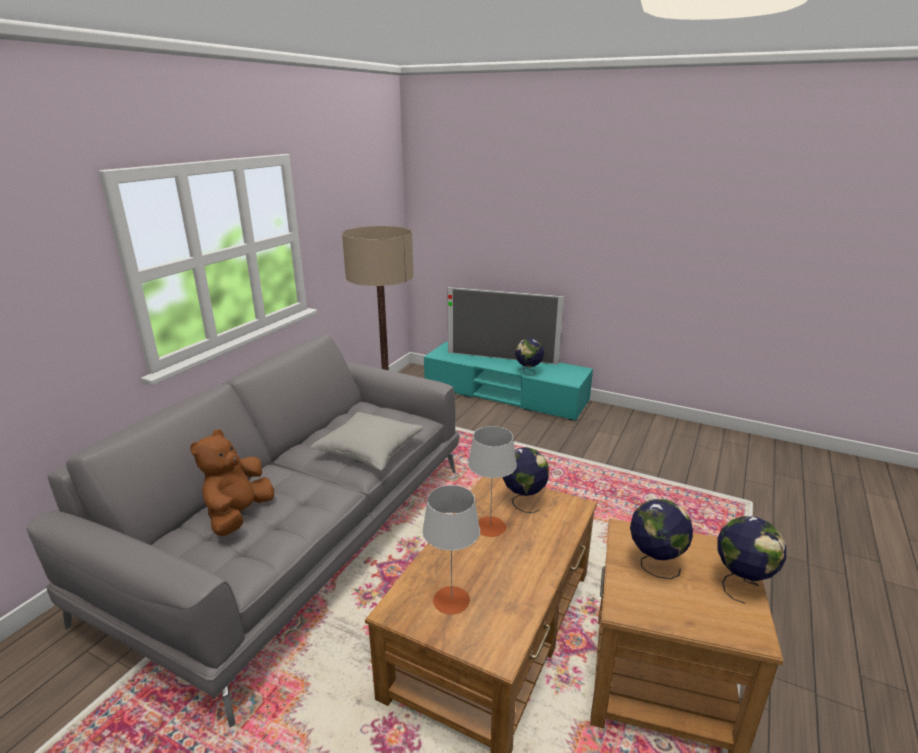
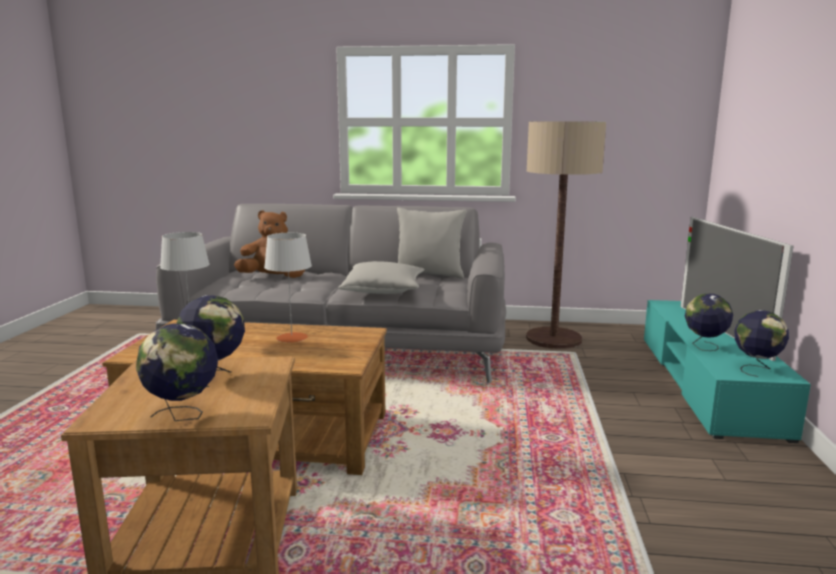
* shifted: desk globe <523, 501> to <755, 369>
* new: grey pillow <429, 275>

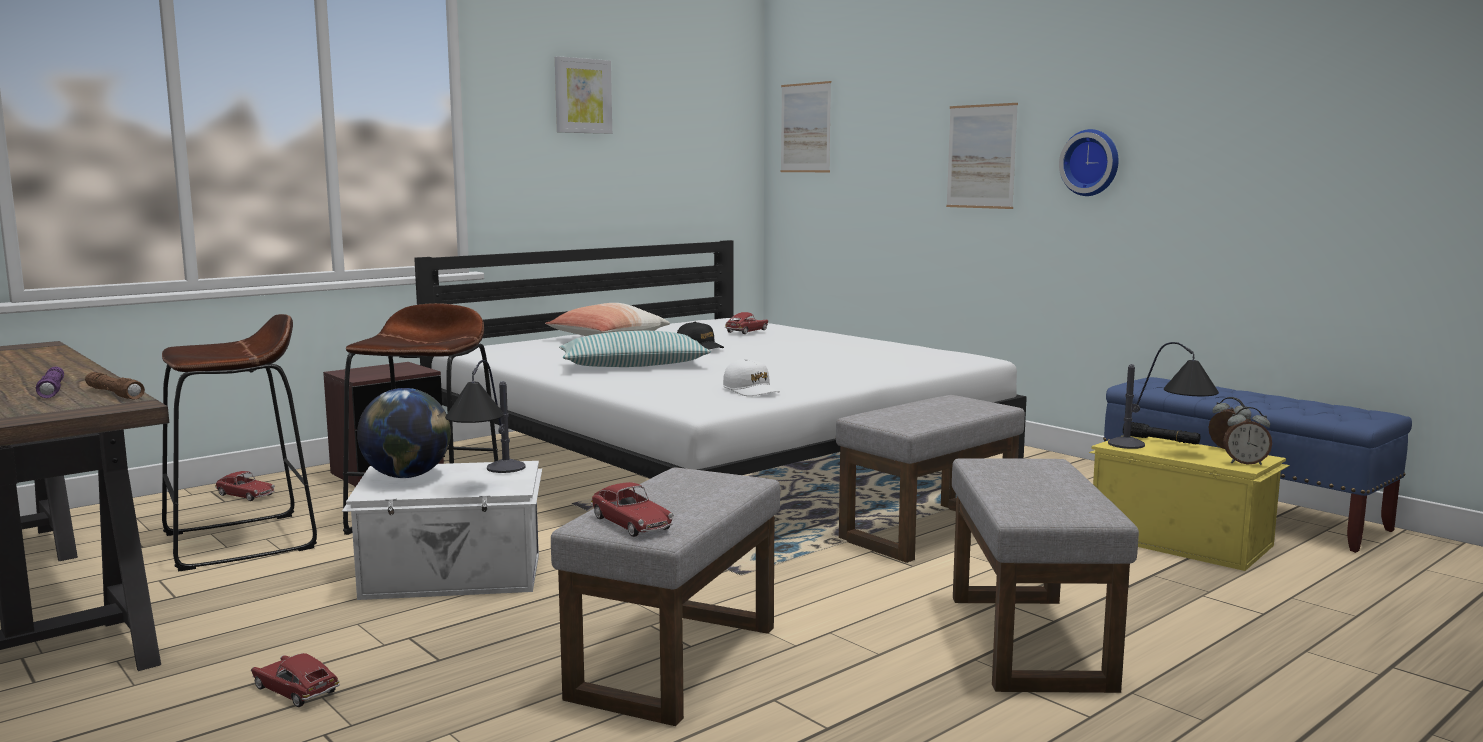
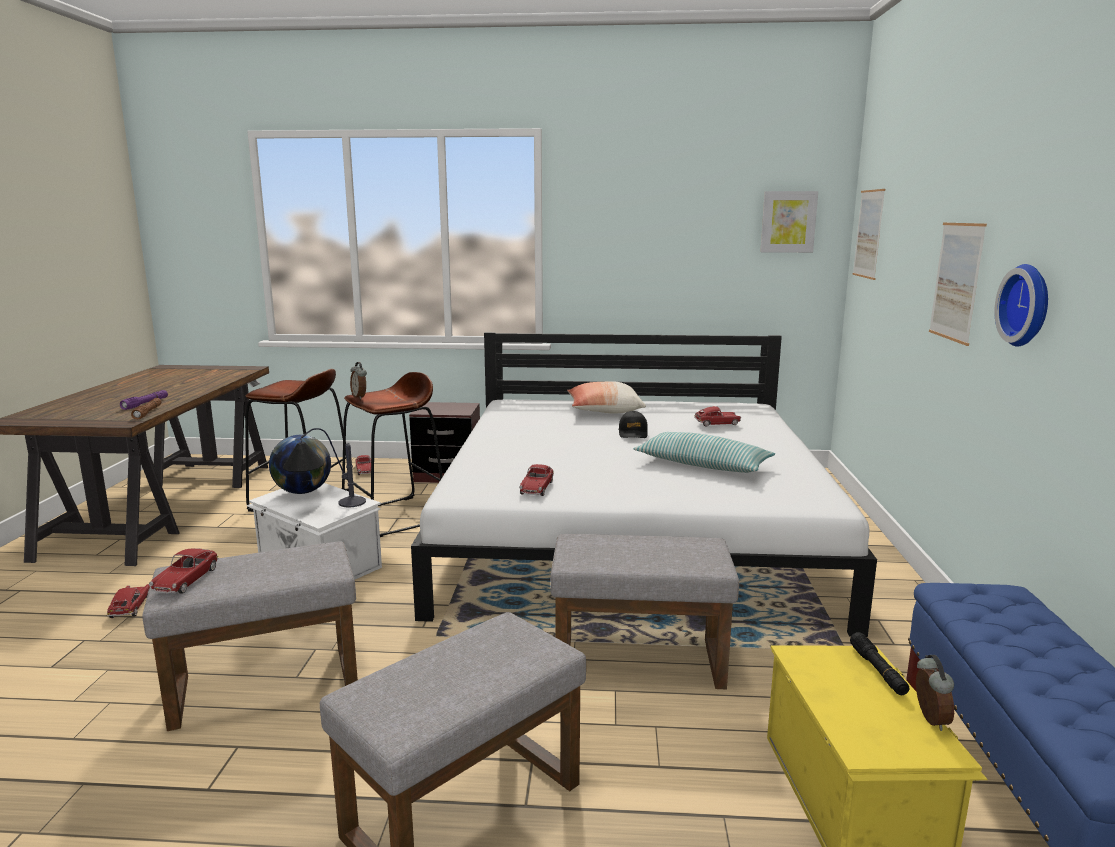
* shifted: wall picture <582, 96> to <788, 222>
* shifted: pillow <633, 366> to <702, 465>
* gone: table lamp <1163, 449>
* swapped: white-coloured cap <751, 390> to miniature car <537, 488>
* shifted: bedside clock <1245, 463> to <360, 397>

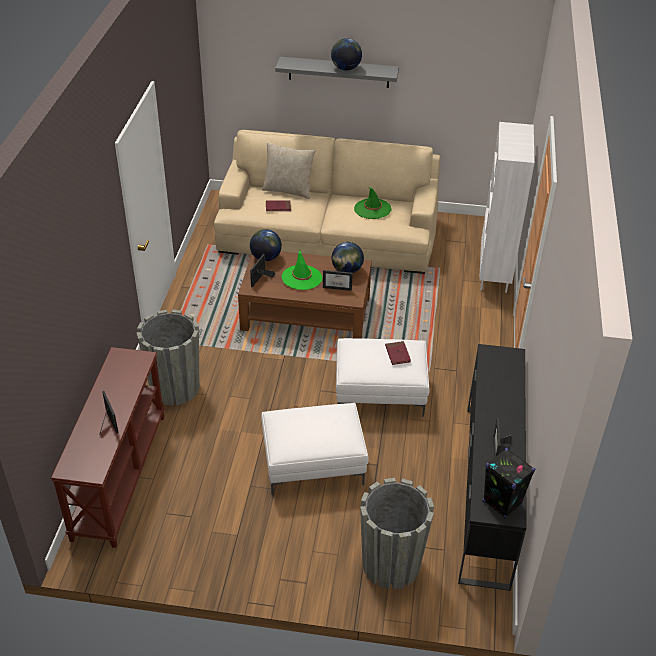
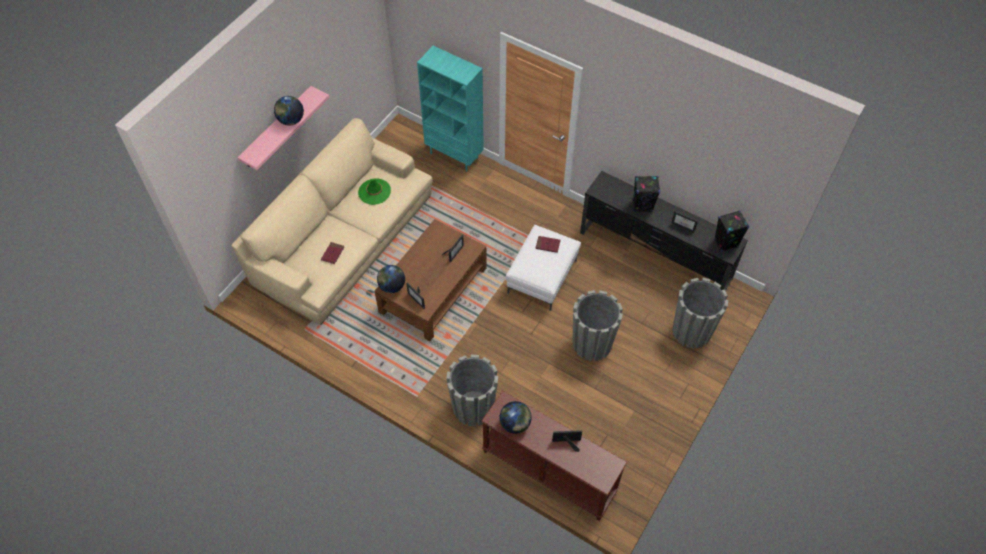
* repainted: grey shelf <338, 72> to pink-coloured shelf <277, 128>
* repainted: white-coloured bookcase <494, 274> to blue-green bookcase <455, 155>
* gone: beige pillow <288, 190>
* shifted: desk globe <347, 270> to <515, 424>
* gone: green wearable hat <302, 277>
* swapped: white-coloured footrest <312, 465> to grey planter <592, 343>
* new: black speaker <642, 205>

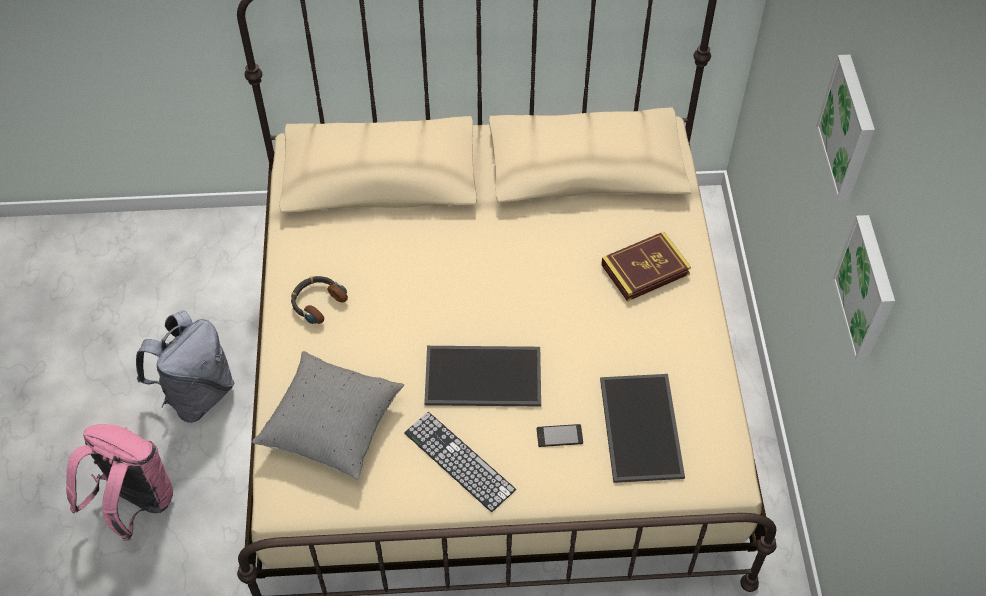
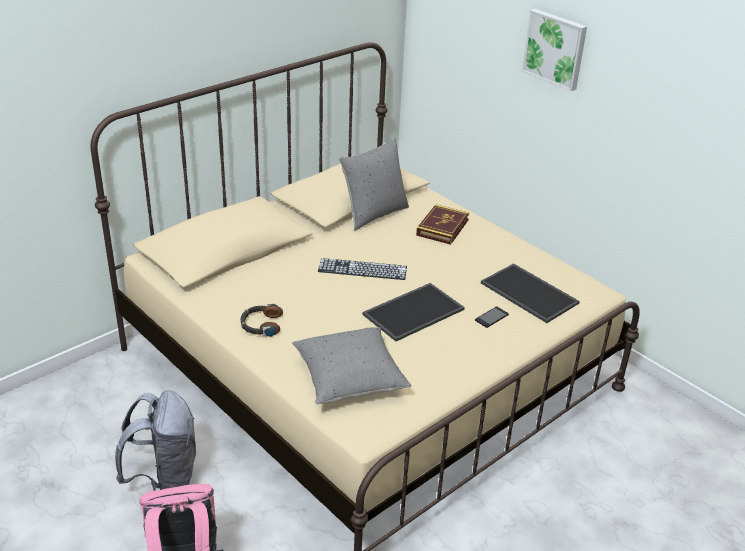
* gone: wall picture <868, 288>
* shifted: computer keyboard <459, 461> to <362, 269>
* new: grey pillow <374, 214>

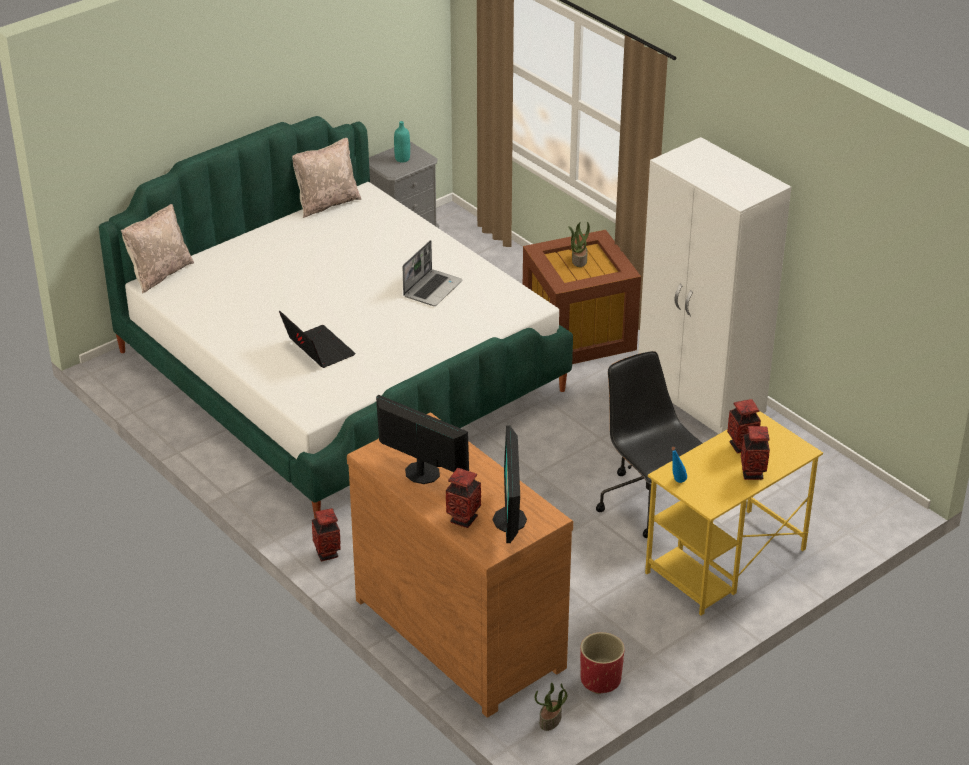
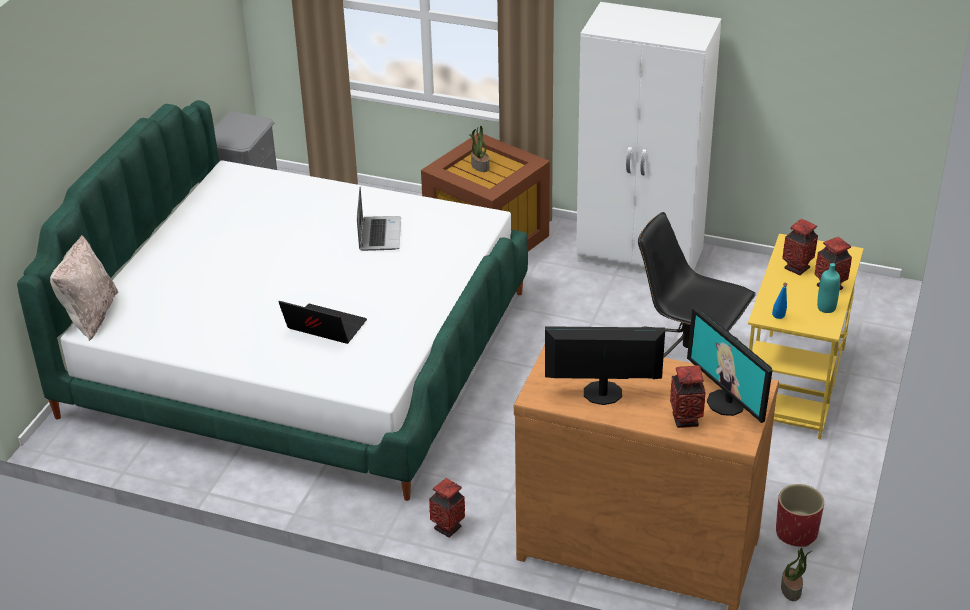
* shifted: blue-green beverage bottle <402, 159> to <826, 308>
* gone: beige pillow <327, 203>

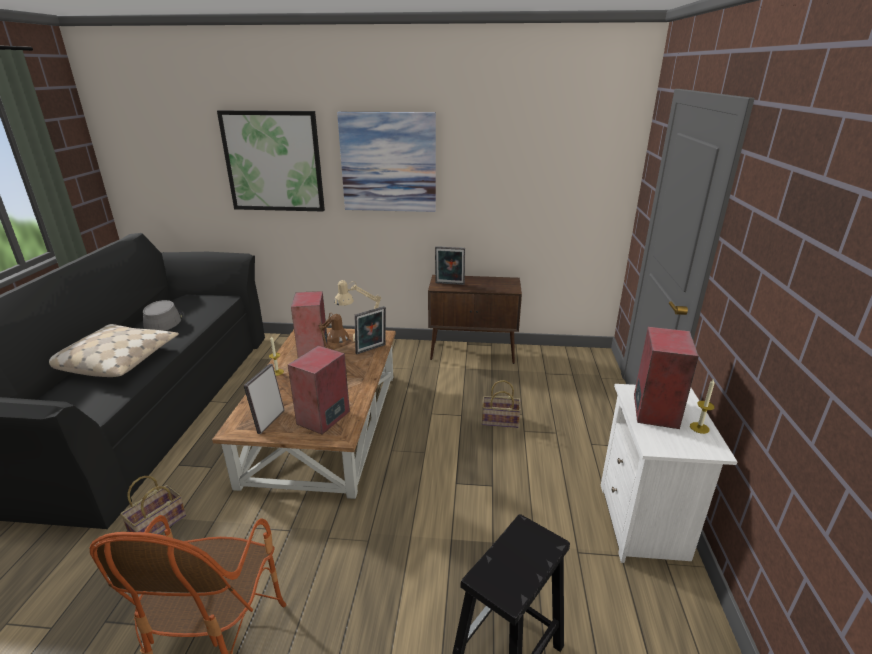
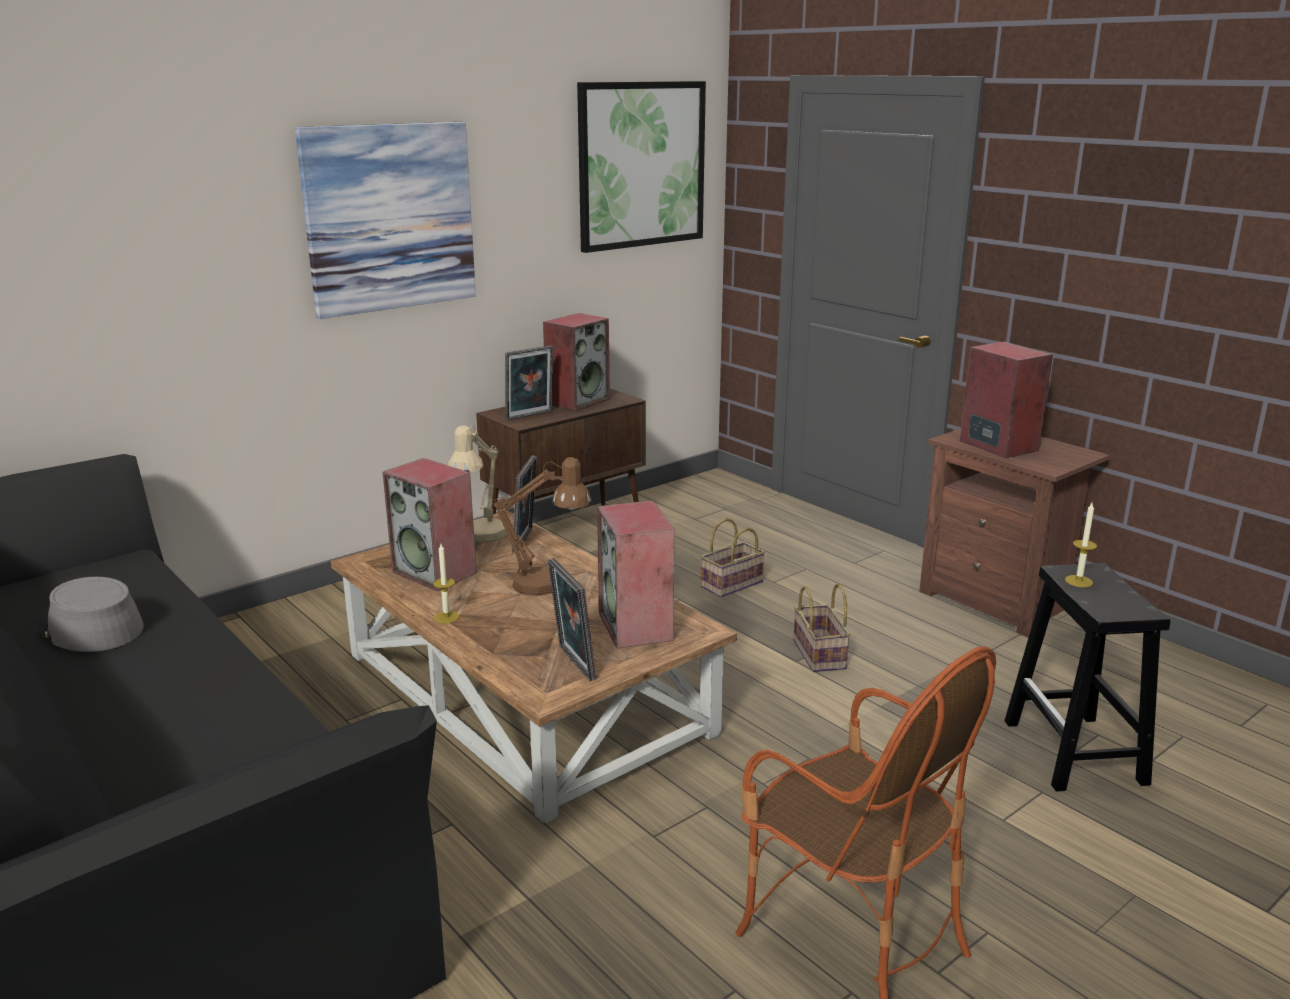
* shifted: wall picture <273, 162> to <641, 165>
* gone: beige pillow <117, 360>
* shifted: wax candle <699, 428> to <1078, 581>
* repainted: white-coloured night table <644, 523> to brown night table <998, 601>
* shifted: basket <157, 526> to <821, 655>
* new: speaker <578, 401>

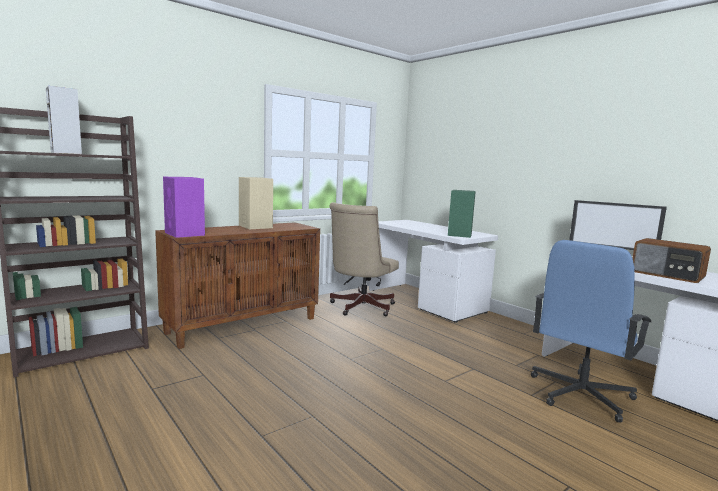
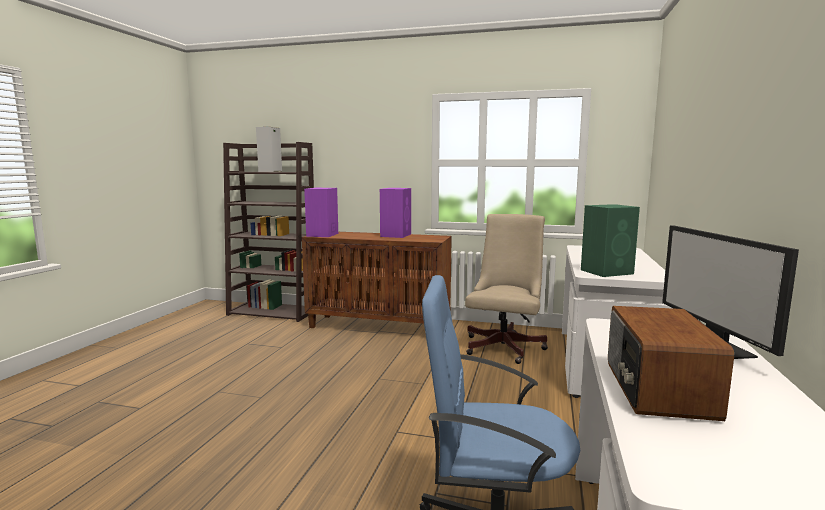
* repainted: beige speaker <255, 226> to purple-coloured speaker <396, 235>
* rotated: beige computer chair <359, 308> = <505, 345> 120 degrees clockwise

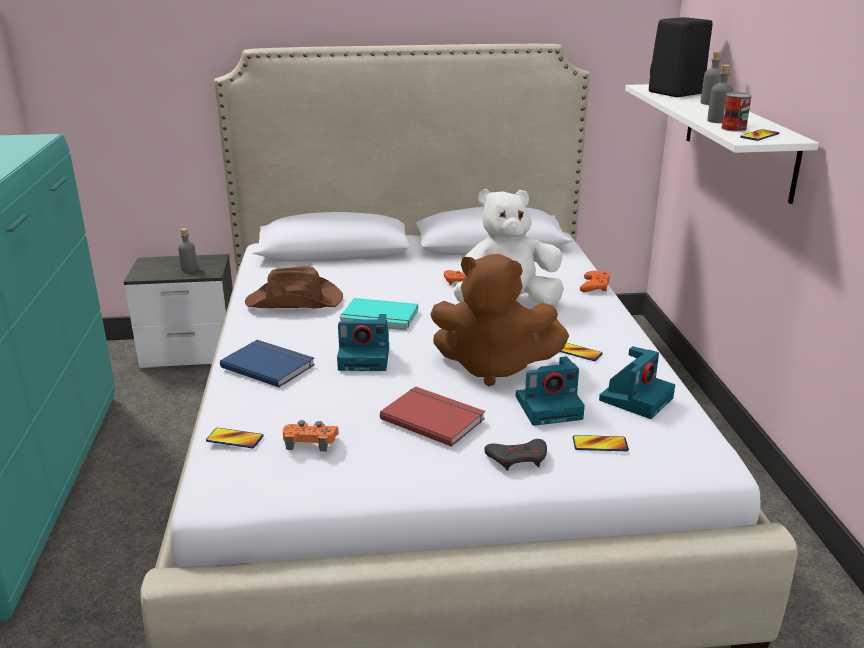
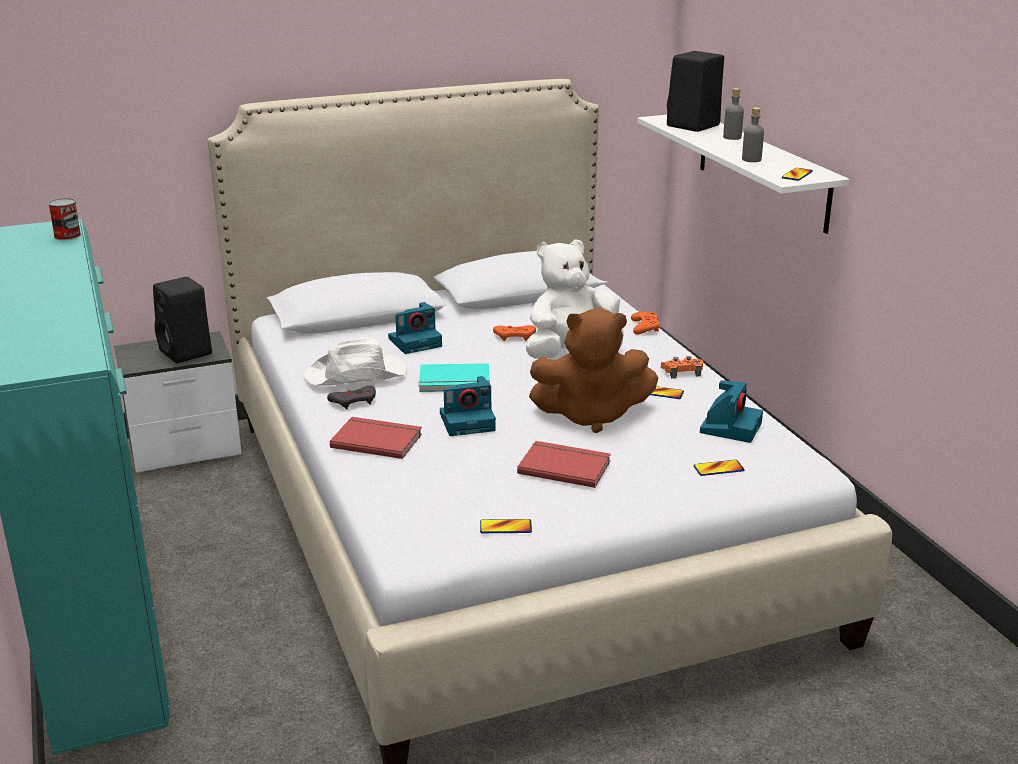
* shifted: sealed can <733, 128> to <67, 236>
* swapped: grey beverage bottle <189, 269> to black speaker <187, 353>
* repainted: brown wearable hat <295, 301> to white-coloured wearable hat <357, 375>
* repainted: blue-coloured volume <269, 365> to red volume <377, 440>
* shifted: still camera <549, 407> to <416, 342>
* shifted: orange-coloured gamepad <310, 441> to <682, 372>
* shifted: phone <235, 439> to <505, 527>
* shifted: grey gamepad <518, 458> to <354, 401>

